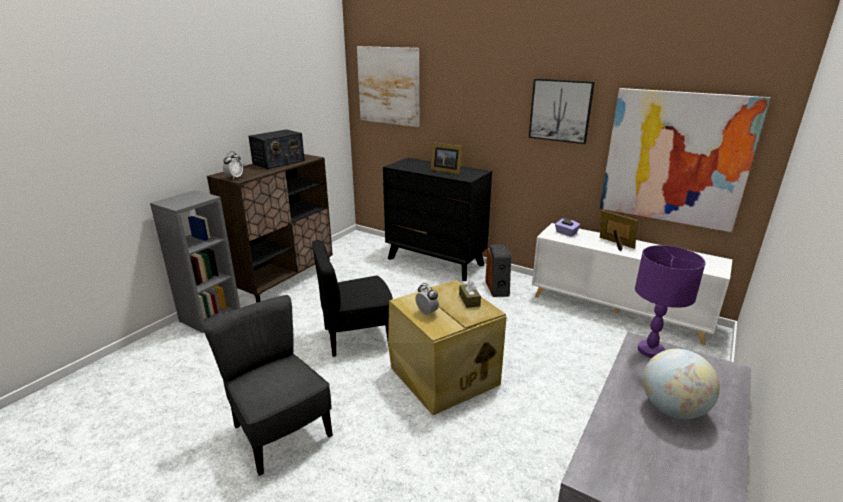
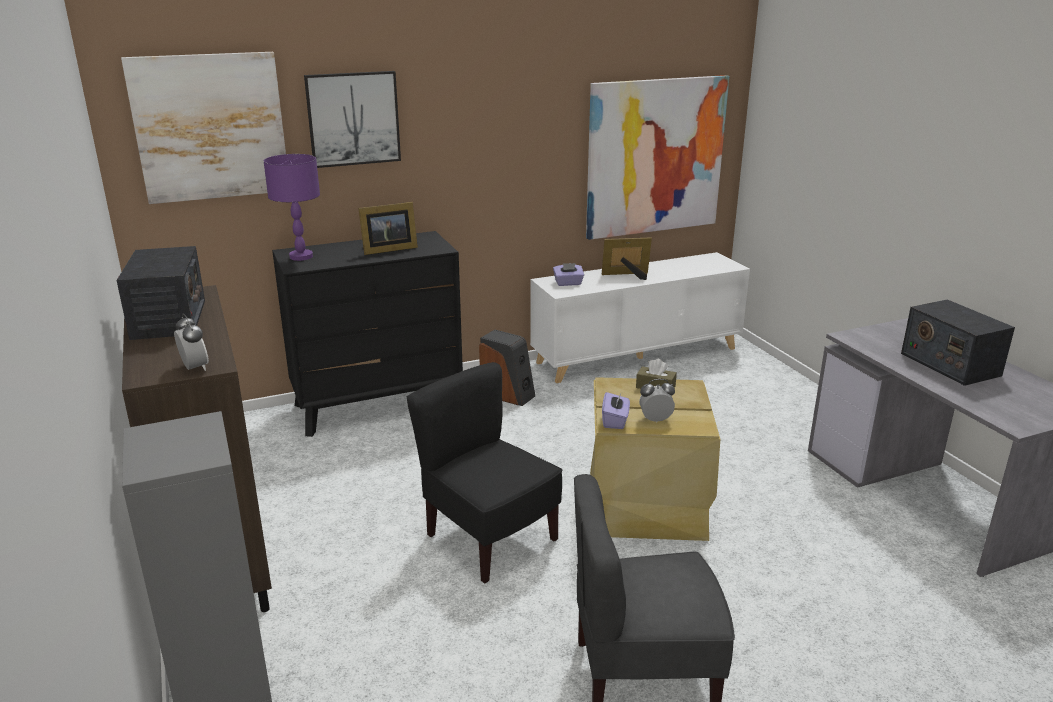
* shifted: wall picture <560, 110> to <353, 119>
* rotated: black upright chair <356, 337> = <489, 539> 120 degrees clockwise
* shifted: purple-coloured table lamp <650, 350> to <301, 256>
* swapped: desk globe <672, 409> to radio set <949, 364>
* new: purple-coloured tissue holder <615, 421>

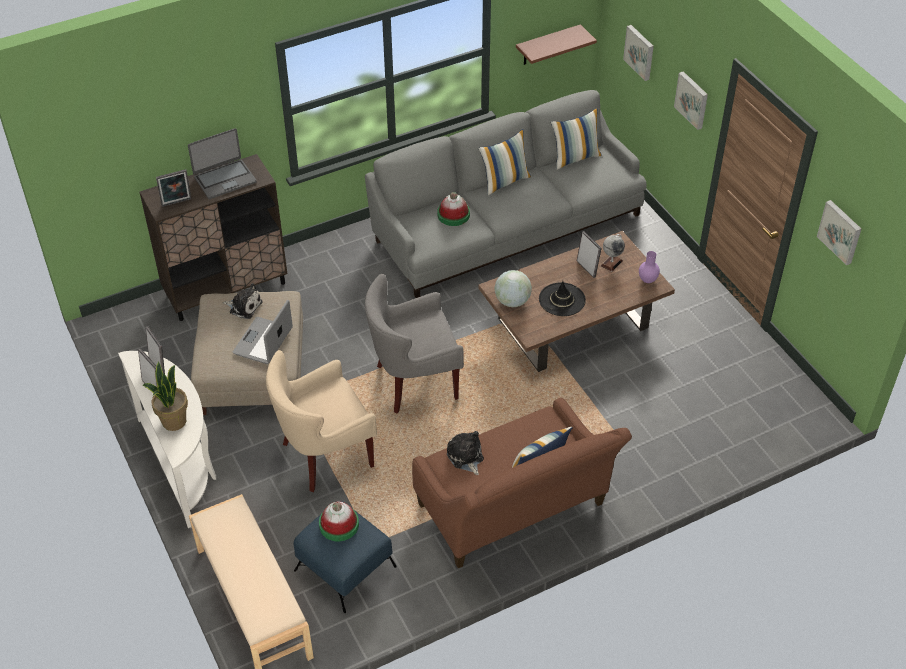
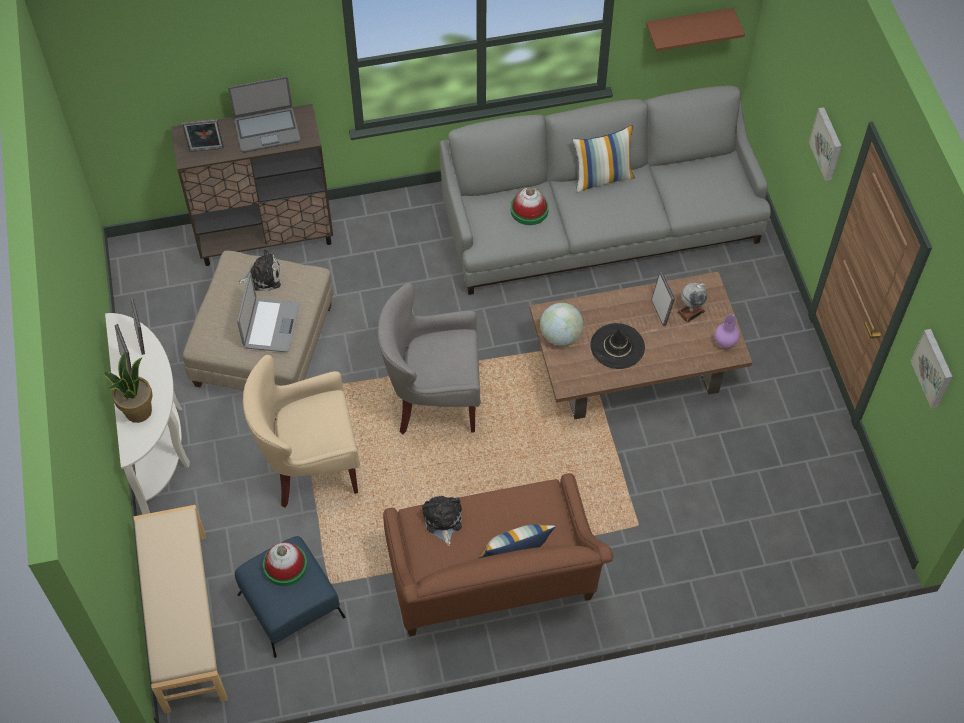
* gone: wall picture <640, 52>
* gone: pillow <575, 157>
* rotated: cuddly toy <244, 306> = <263, 277> 45 degrees counterclockwise
* rotated: notebook computer <263, 341> = <271, 326> 150 degrees clockwise

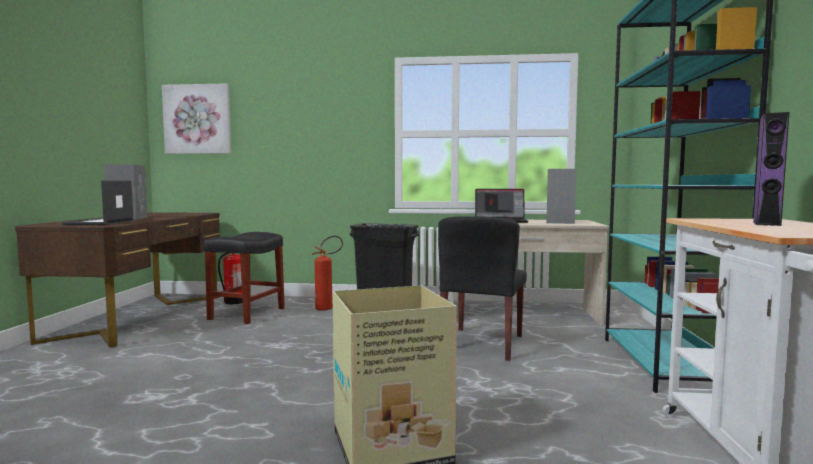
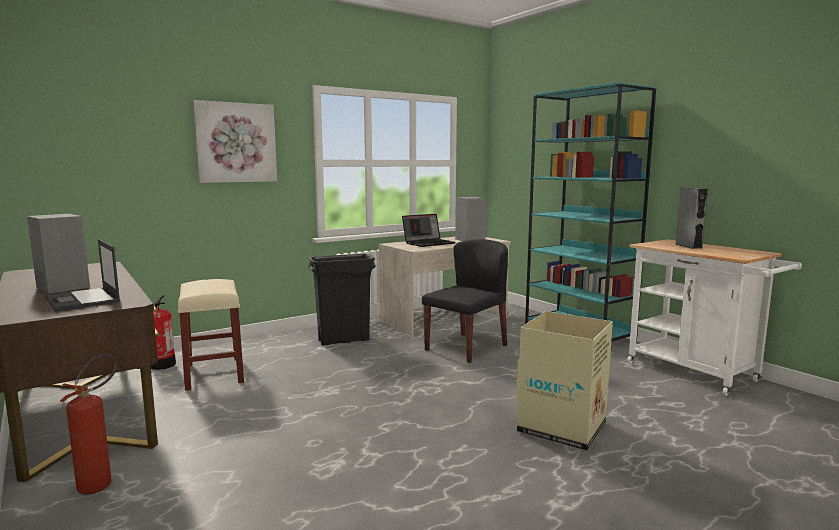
* shifted: wall picture <198, 119> to <236, 143>
* repainted: purple-coloured speaker <766, 223> to grey speaker <688, 246>
* rotated: black upright chair <481, 343> = <466, 347> 120 degrees counterclockwise
* repainted: black stool seat <247, 314> to beige stool seat <214, 374>
* shifted: fire-fighting cylinder <328, 308> to <102, 482>

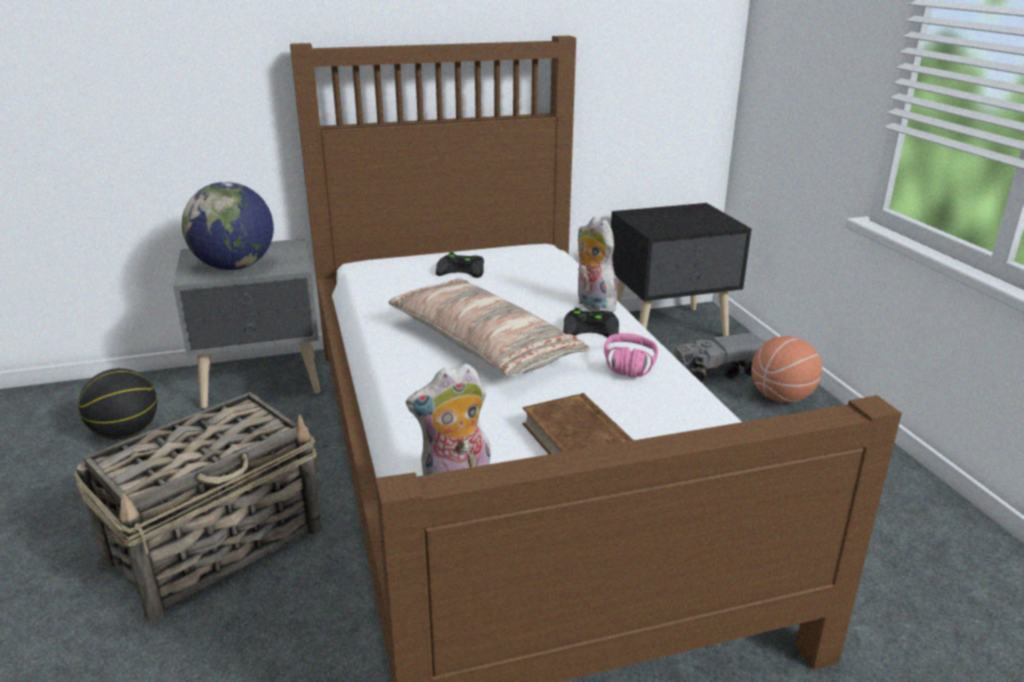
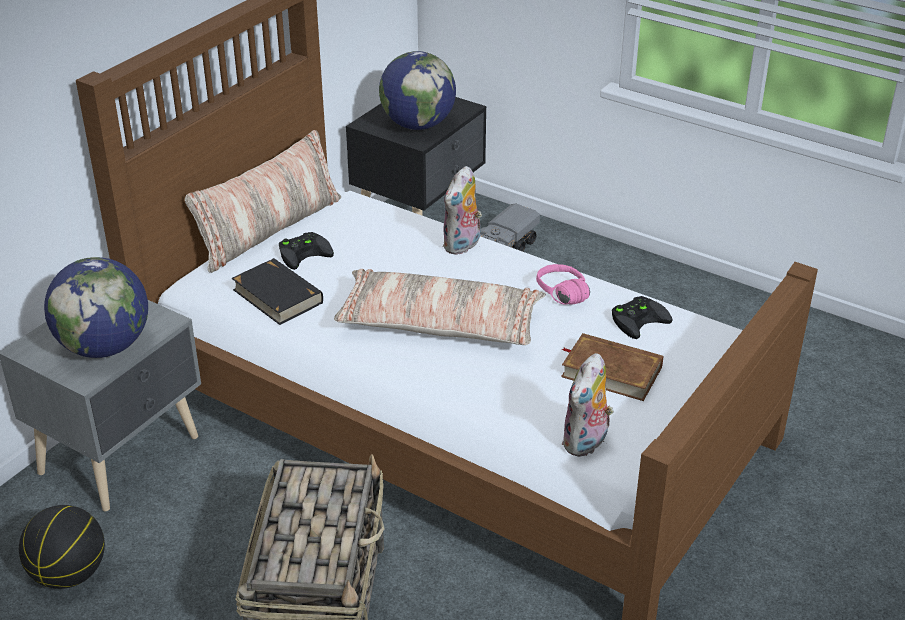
* rotated: cuddly toy <592, 305> = <463, 246> 75 degrees counterclockwise
* shifted: black gamepad <592, 328> to <639, 319>
* gone: basketball ball <781, 397>
* new: desk globe <418, 125>
* new: pillow <269, 230>
* new: black volume <278, 296>

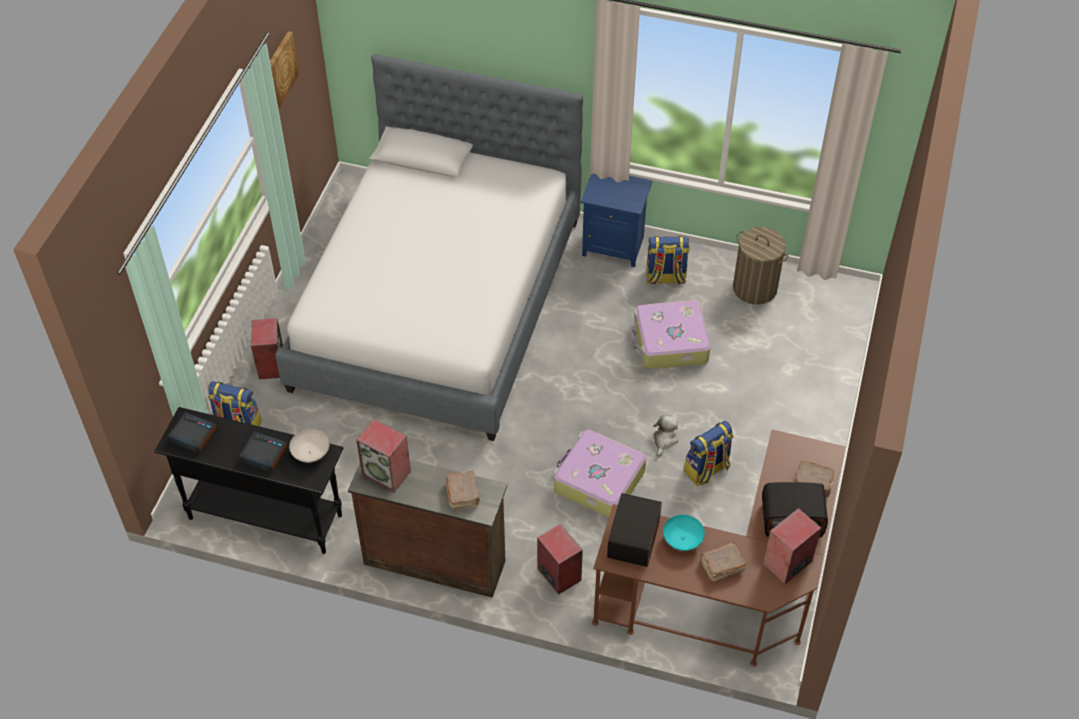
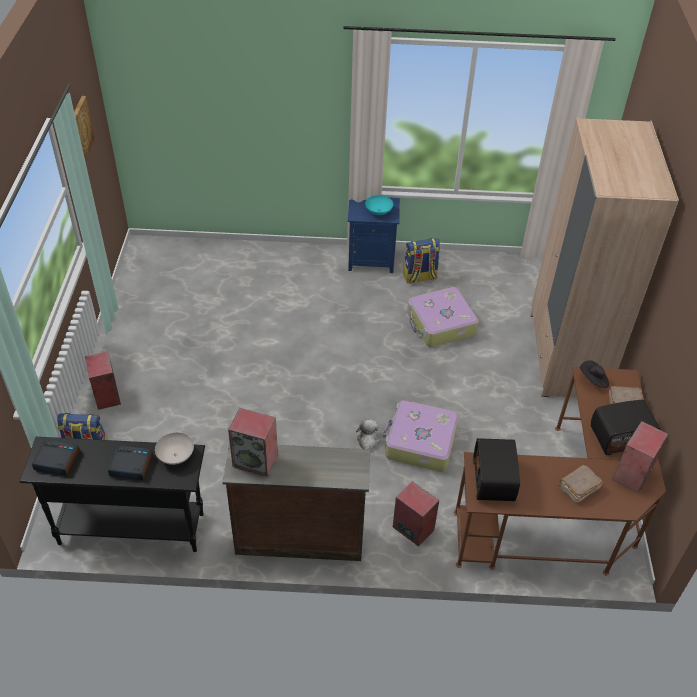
* gone: sleeping bed <438, 303>
* gone: laundry basket <755, 288>
* shifted: cuddly toy <664, 440> to <367, 442>
* gone: rucksack <707, 470>
* gone: brown volume <463, 493>
* shifted: blue-green bowl <682, 540> to <378, 212>
* new: beige clothes cupboard <566, 355>
* new: black wearable hat <593, 380>

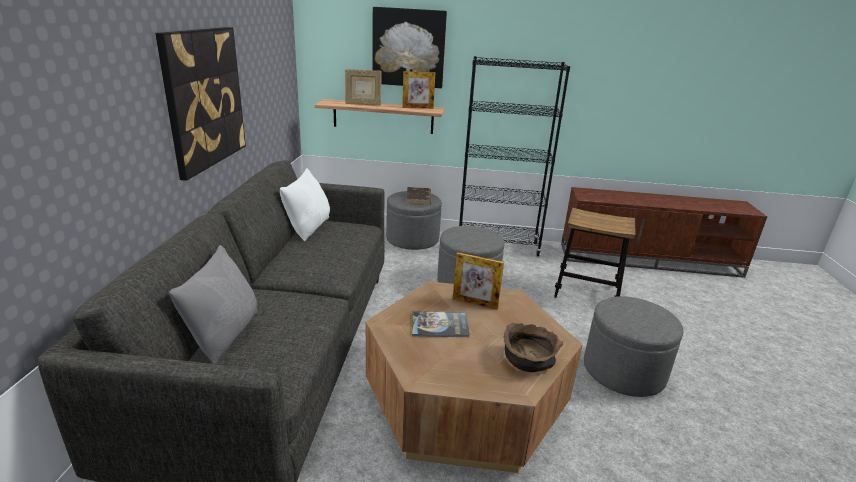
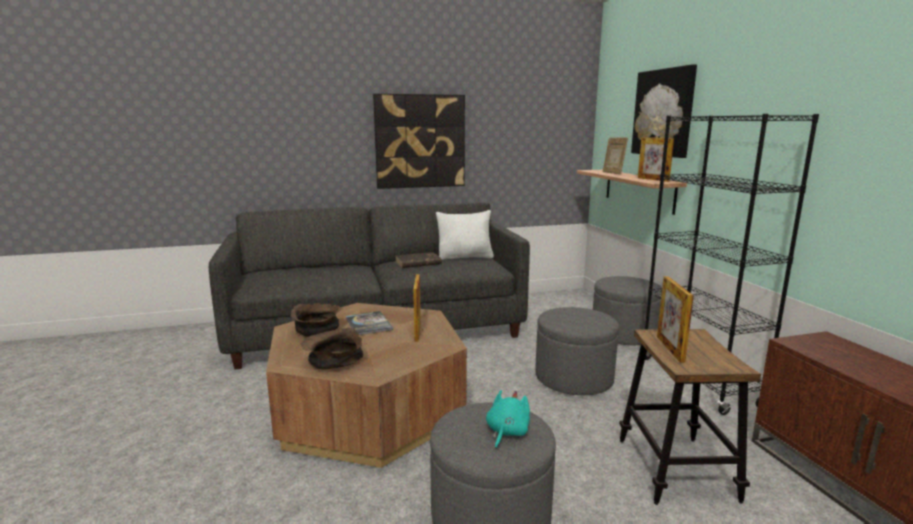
* shifted: brown volume <418, 198> to <417, 263>
* gone: grey pillow <224, 334>
* new: standing frame <670, 348>
* new: brown bowl <317, 330>
* new: blue-green cuddly toy <506, 432>

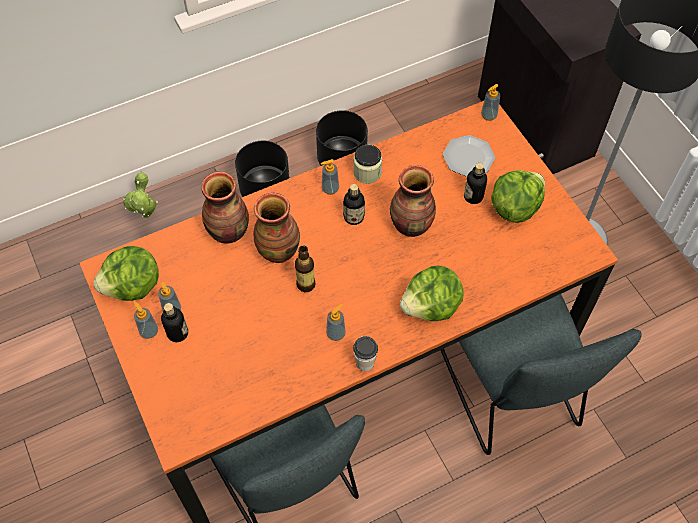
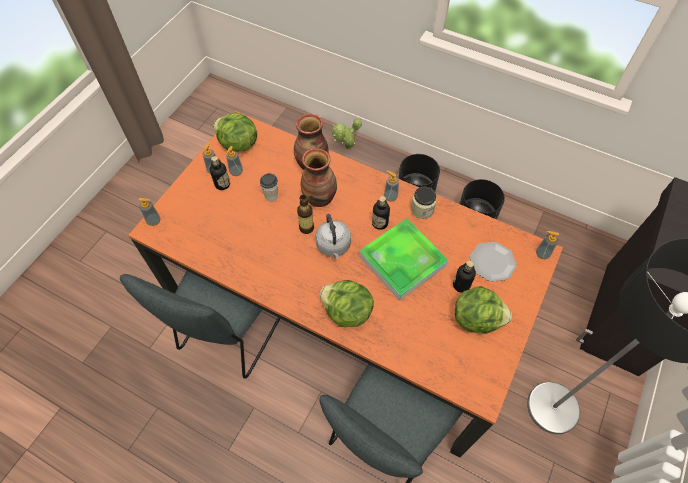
* swapped: decorative vase <411, 226> to serving tray <402, 261>
* shifted: soap bottle <336, 333> to <154, 221>
* shifted: drinking cup <365, 362> to <271, 195>
* new: grey kettle <333, 246>

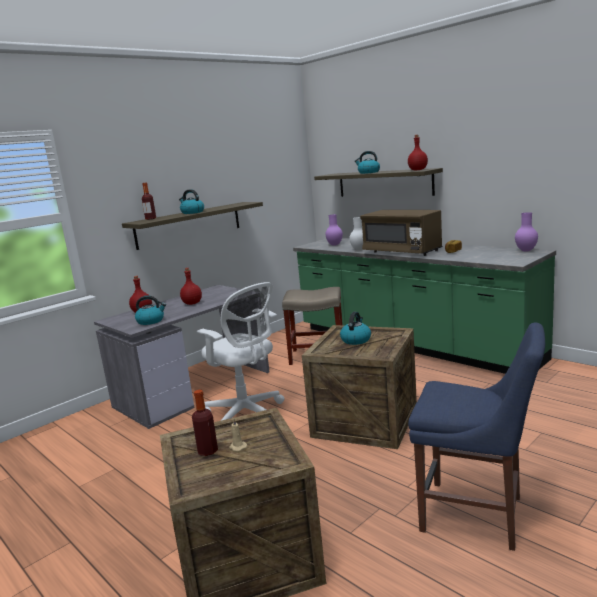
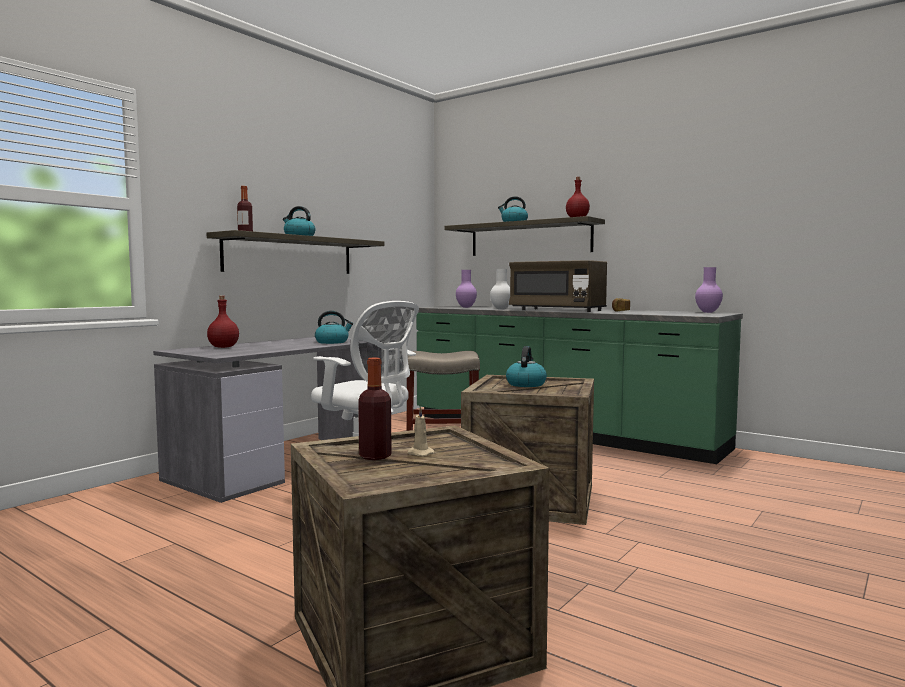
* gone: red beverage bottle <192, 303>
* shifted: kettle <151, 321> to <332, 342>
* gone: blue-coloured upright chair <477, 515>

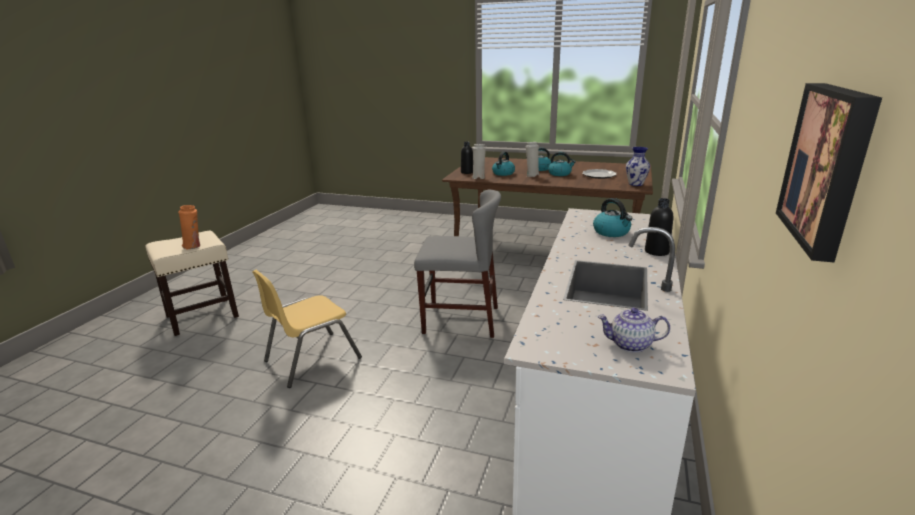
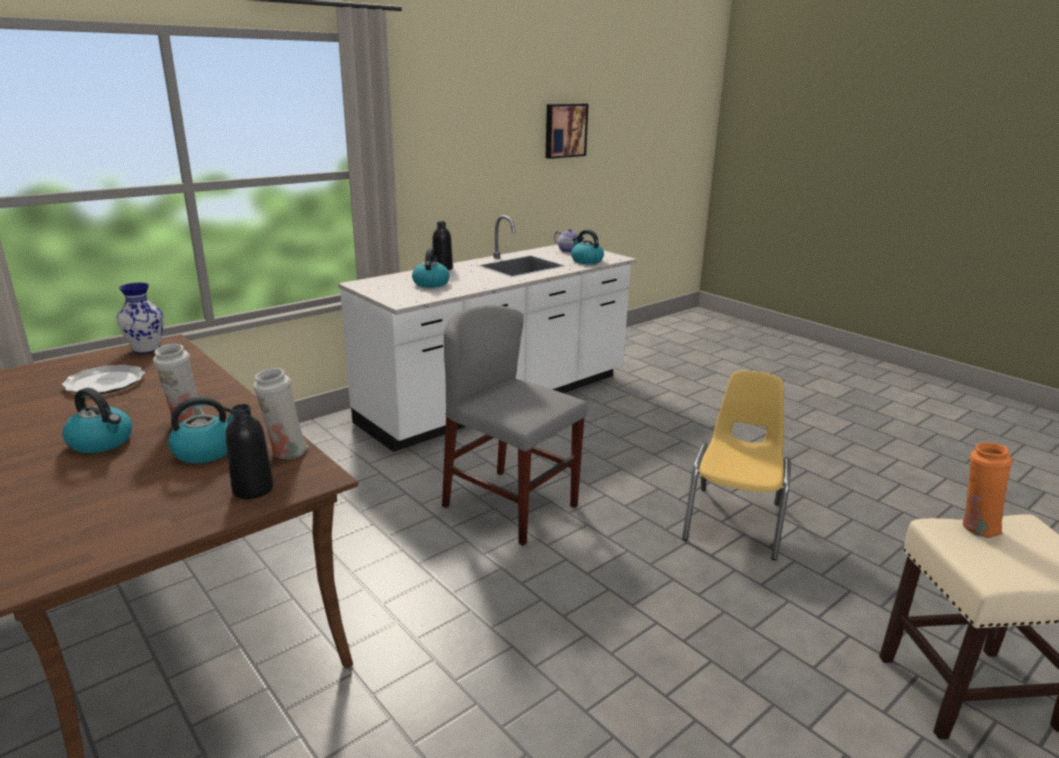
* shifted: kettle <560, 174> to <586, 261>
* rotated: yellow-coloured upright chair <312, 359> = <734, 521> 60 degrees counterclockwise

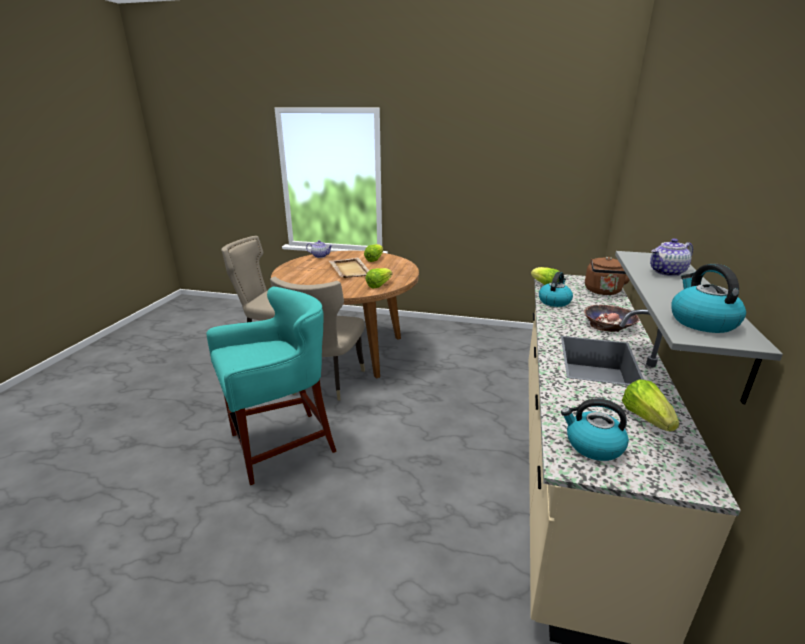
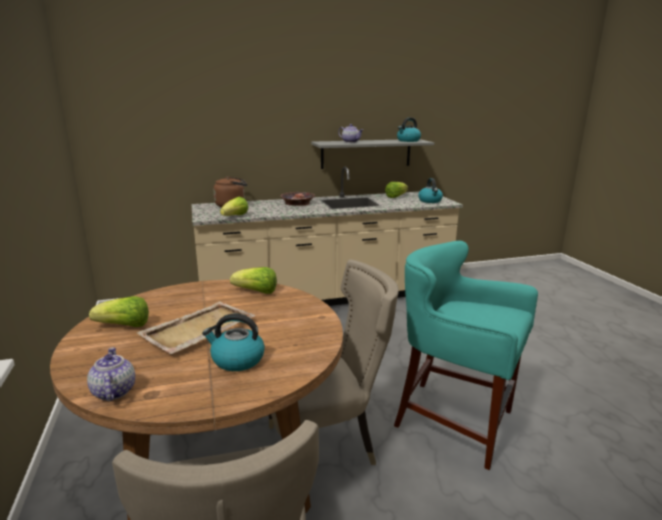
* shifted: kettle <554, 301> to <237, 360>

